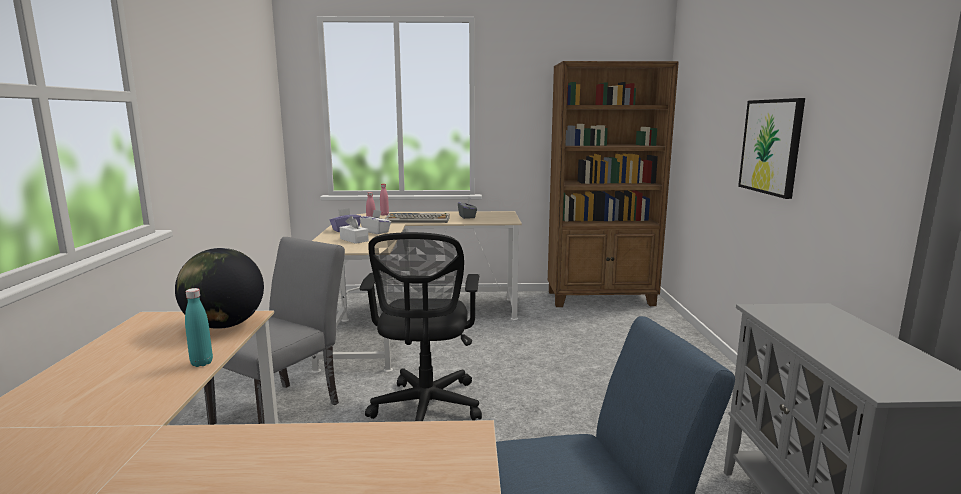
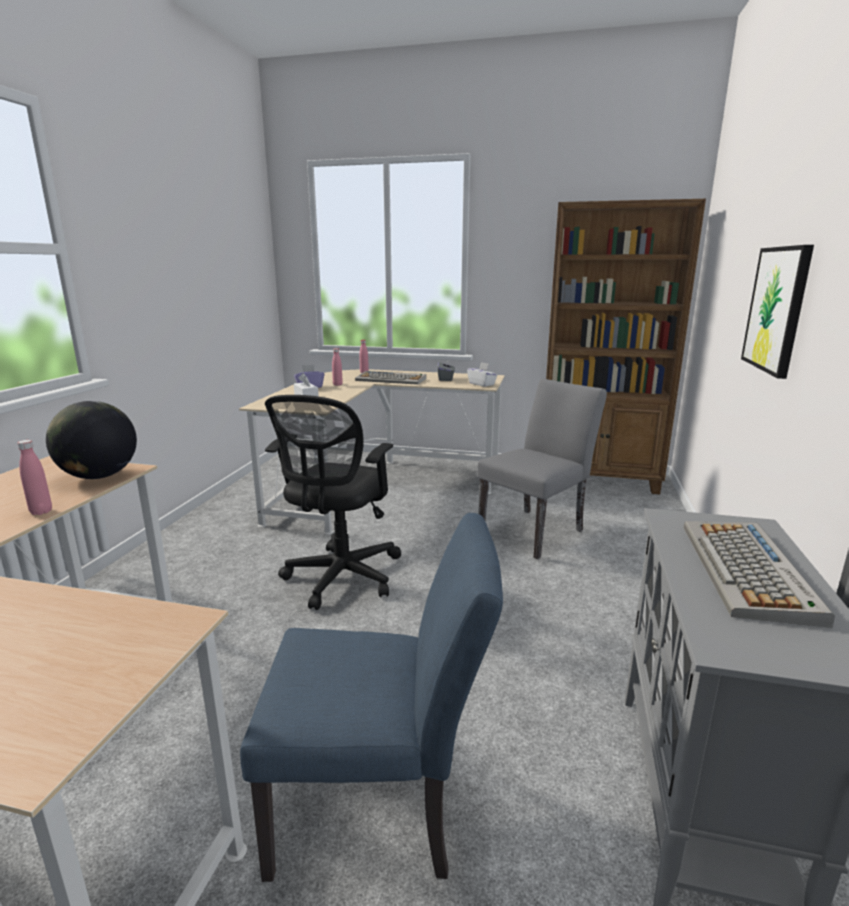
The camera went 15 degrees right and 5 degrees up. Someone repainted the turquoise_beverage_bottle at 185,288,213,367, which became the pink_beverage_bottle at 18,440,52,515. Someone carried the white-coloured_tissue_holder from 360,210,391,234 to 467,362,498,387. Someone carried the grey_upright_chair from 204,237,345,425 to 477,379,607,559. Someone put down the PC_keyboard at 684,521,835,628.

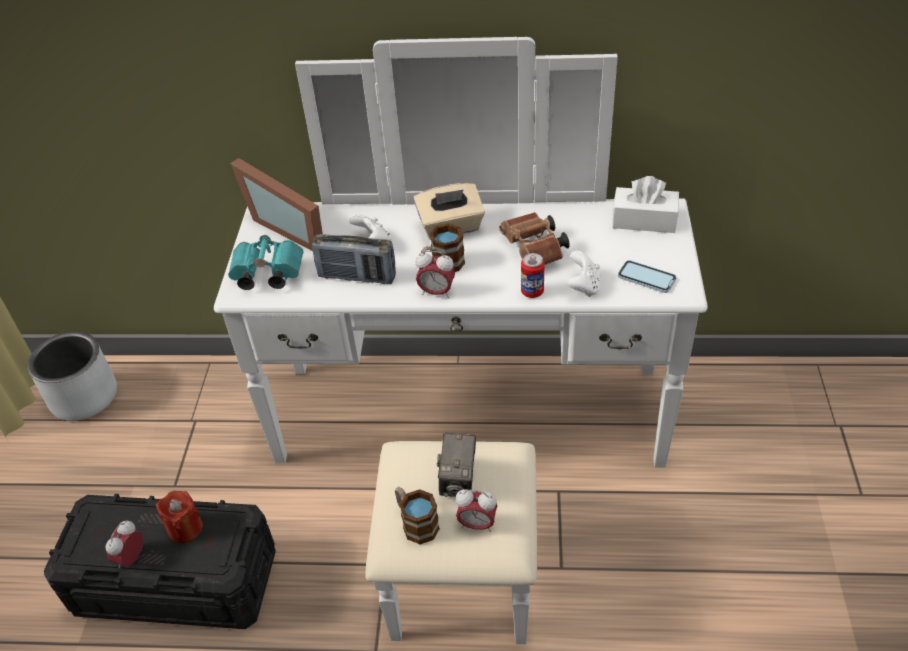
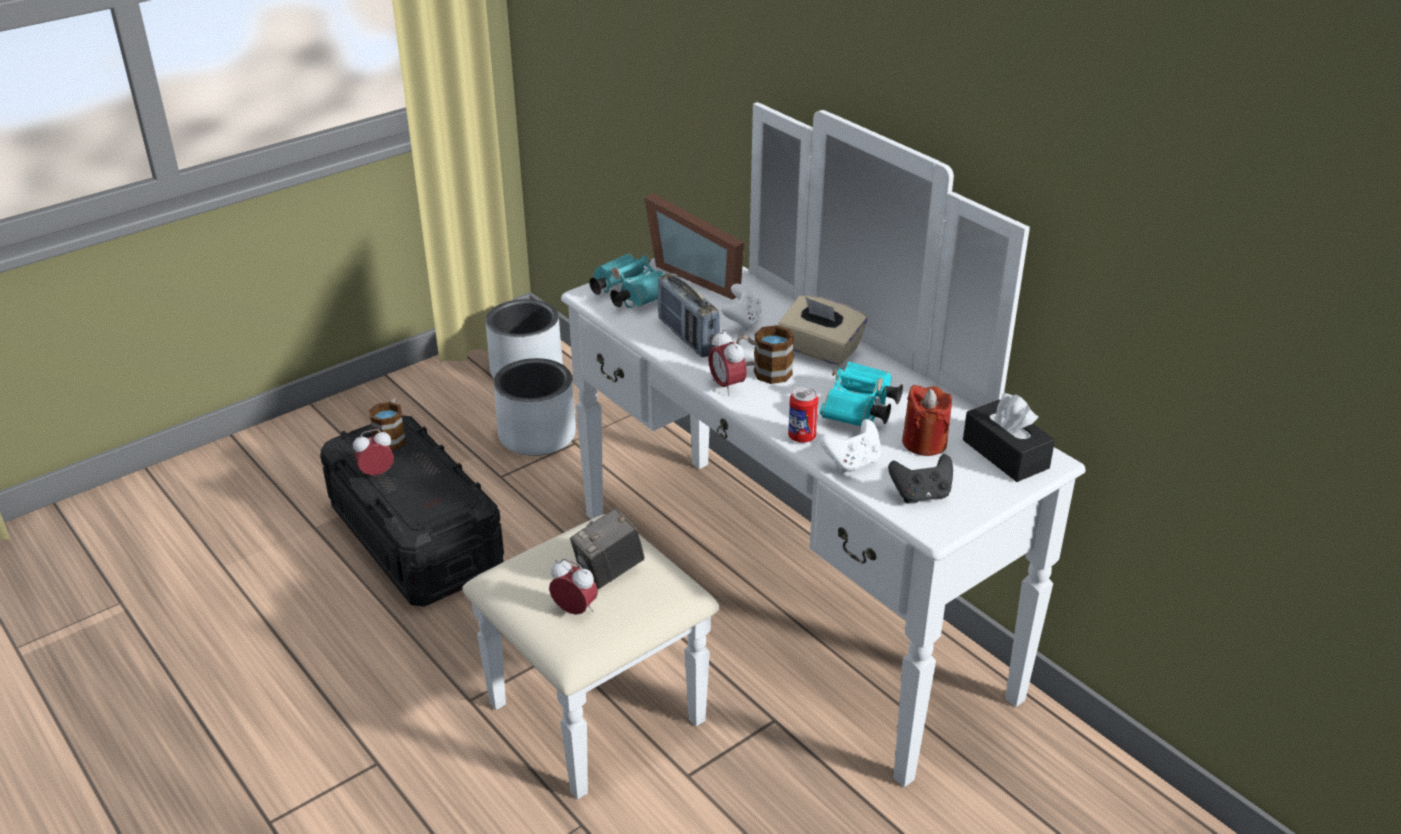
The camera went 45 degrees right and 10 degrees down. Someone carried the tea_mug from 395,487,440,544 to 369,398,406,450. Someone put down the grey_planter at 493,358,576,456. Someone rotated the table_clock at 456,489,497,532 by 150 degrees clockwise. Someone rotated the standing_frame at 230,158,323,251 by 45 degrees counterclockwise. Someone repainted the brownish_binoculars at 499,212,570,265, which became the turquoise_binoculars at 820,361,903,426. Someone swapped the handset at 618,260,676,293 for the blackish_joypad at 888,454,953,503. Someone carried the red_candle from 156,491,203,543 to 902,385,952,456. Someone repainted the white-coloured_tissue_holder at 612,176,679,233, which became the blackish_tissue_holder at 963,393,1055,482.

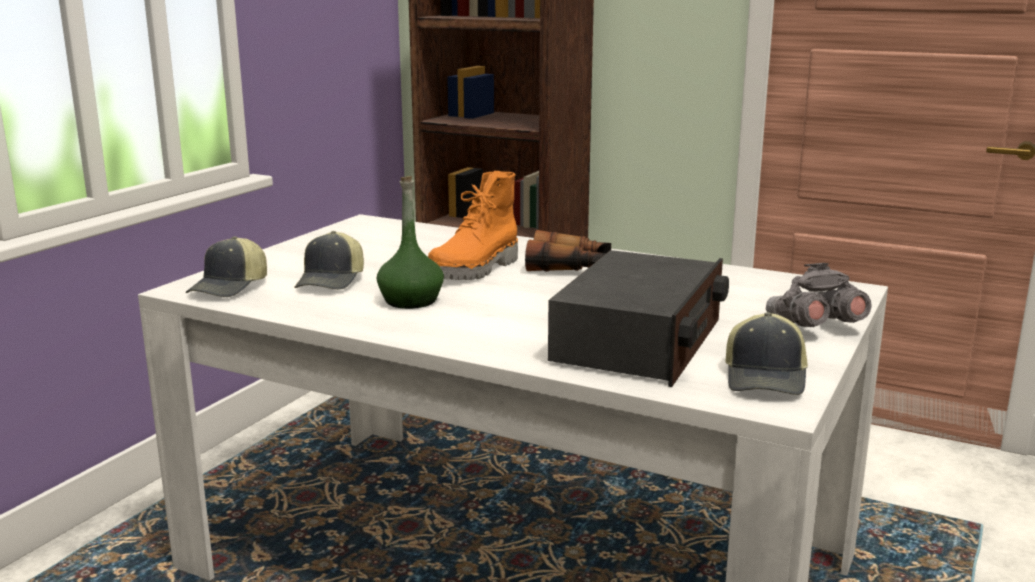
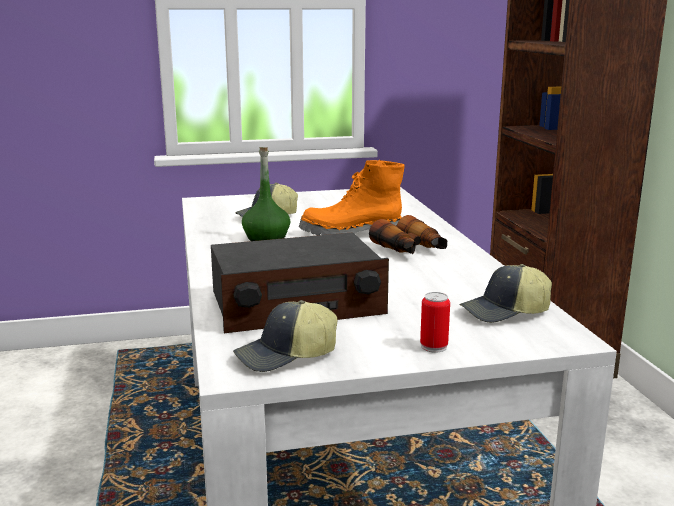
The camera went 50 degrees right and 0 degrees up. Someone swapped the grey_binoculars at 766,263,871,327 for the metal_can at 420,292,450,353. Someone carried the cap from 186,236,267,297 to 459,264,552,323.

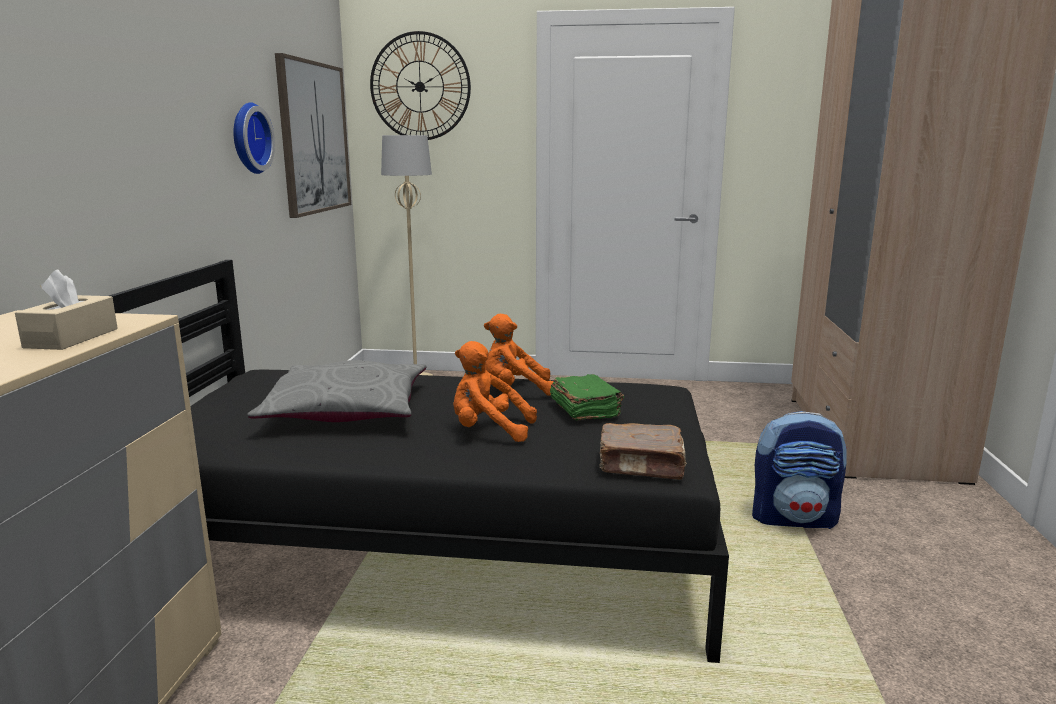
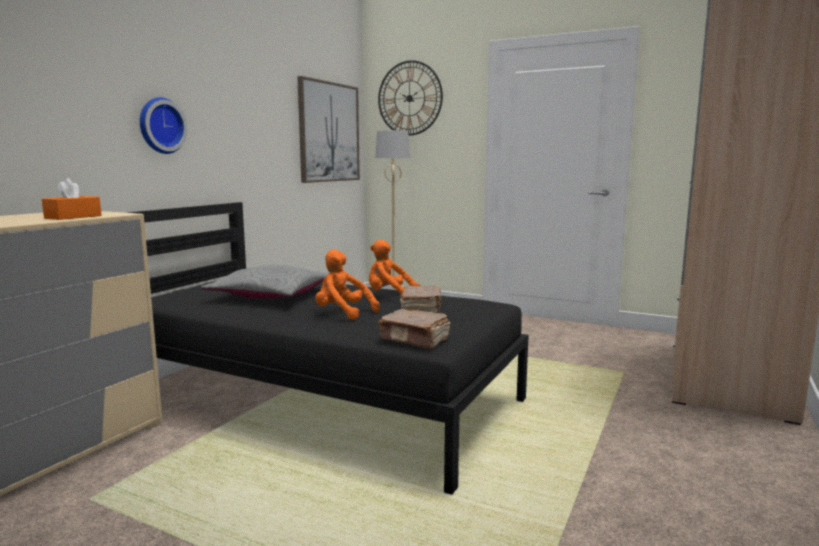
The camera went 20 degrees right and 5 degrees down. Someone repainted the beige-coloured_tissue_holder at 15,270,118,350, which became the orangey_tissue_holder at 42,178,102,220. Someone carried the clock_on_the_wall from 233,102,275,174 to 140,97,188,154. Someone repainted the green_book at 550,374,624,420, which became the brownish_book at 400,285,442,313. Someone took away the backpack at 752,411,847,529.

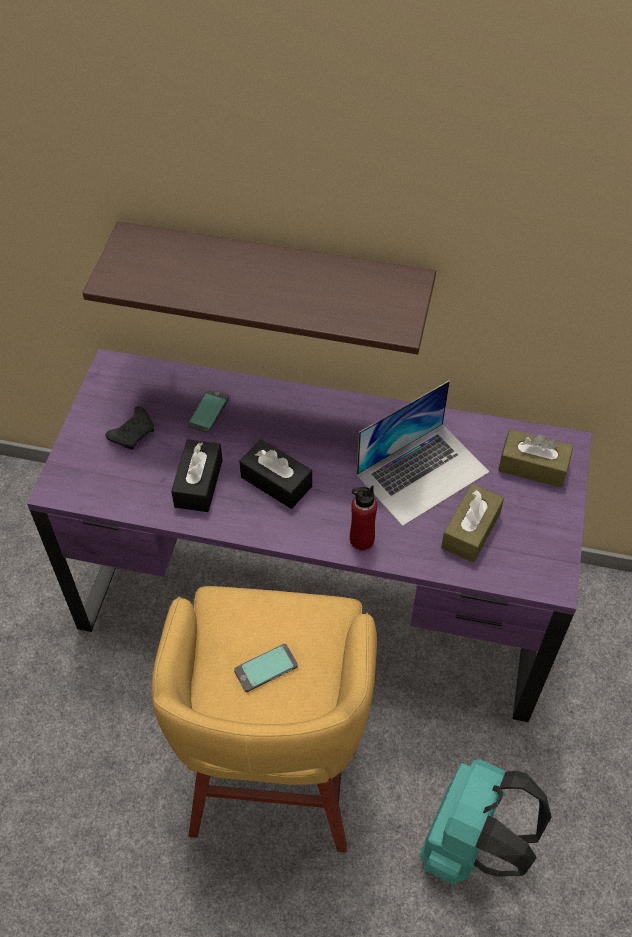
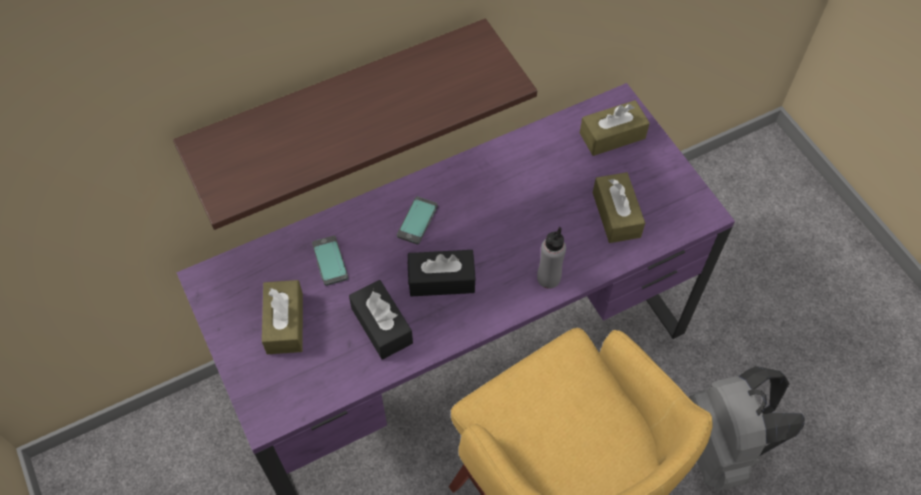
The camera went 40 degrees left and 5 degrees up. Someone swapped the blackish_joypad at 106,406,154,450 for the brownish_tissue_holder at 262,280,303,354. Someone carried the handset from 234,644,298,692 to 397,196,438,244. Someone repainted the red_beverage_bottle at 350,486,377,550, which became the grey_beverage_bottle at 537,227,566,289. Someone repainted the turquoise_backpack at 420,759,551,885, which became the grey_backpack at 689,366,805,491. Someone took away the laptop at 356,381,490,526.

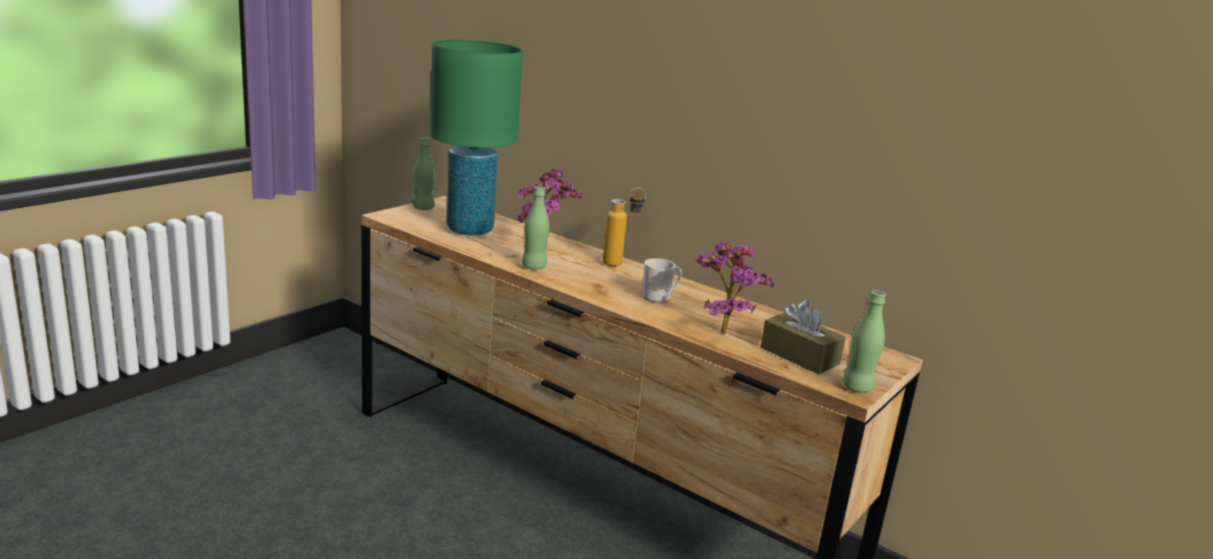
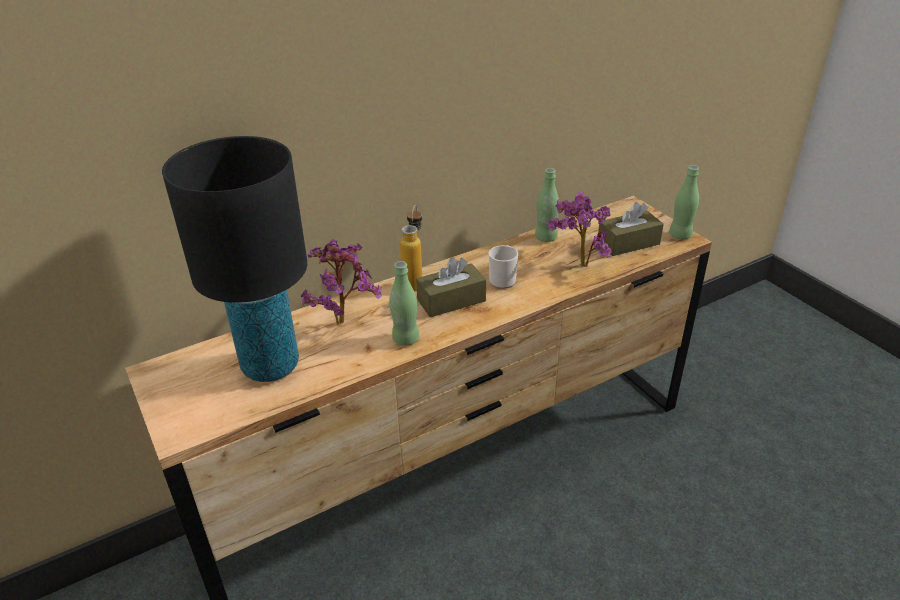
The camera went 65 degrees left and 15 degrees up. Someone repainted the green_table_lamp at 430,39,523,235, which became the blackish_table_lamp at 162,136,307,382. Someone put down the brownish_tissue_holder at 416,257,486,317. Someone carried the green_beverage_bottle from 413,137,435,210 to 535,168,559,242.

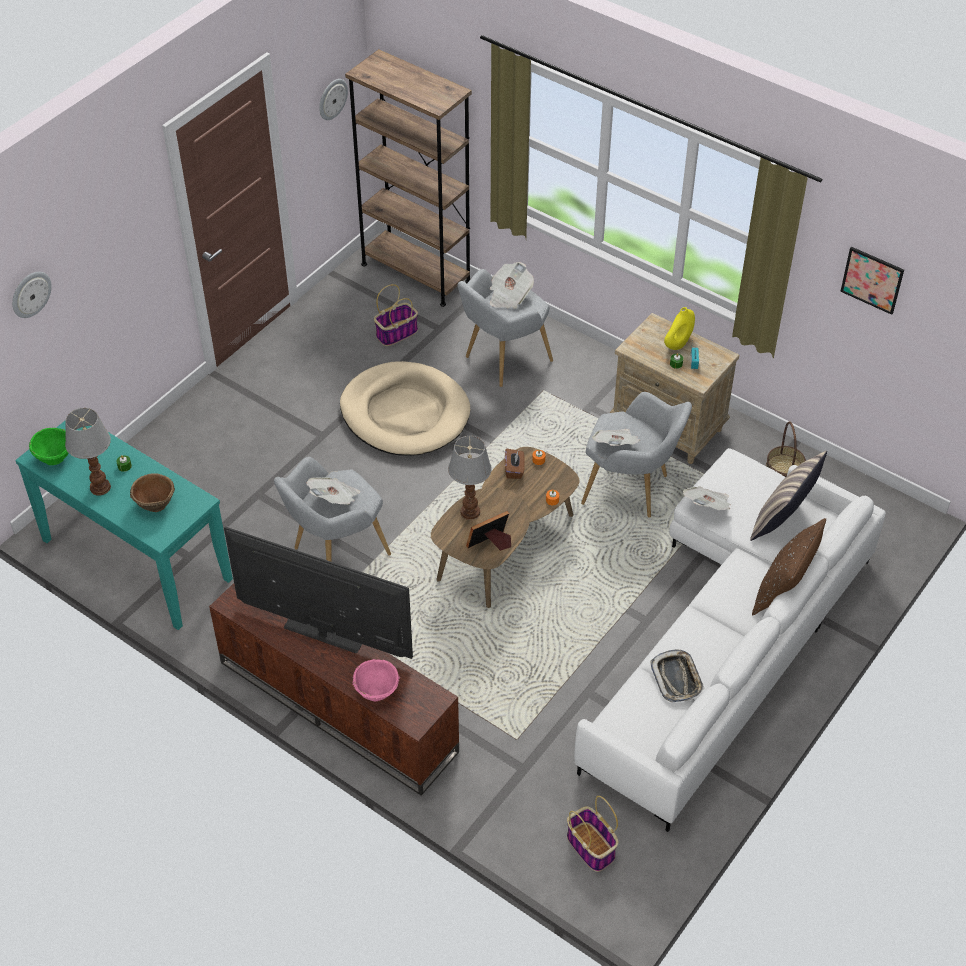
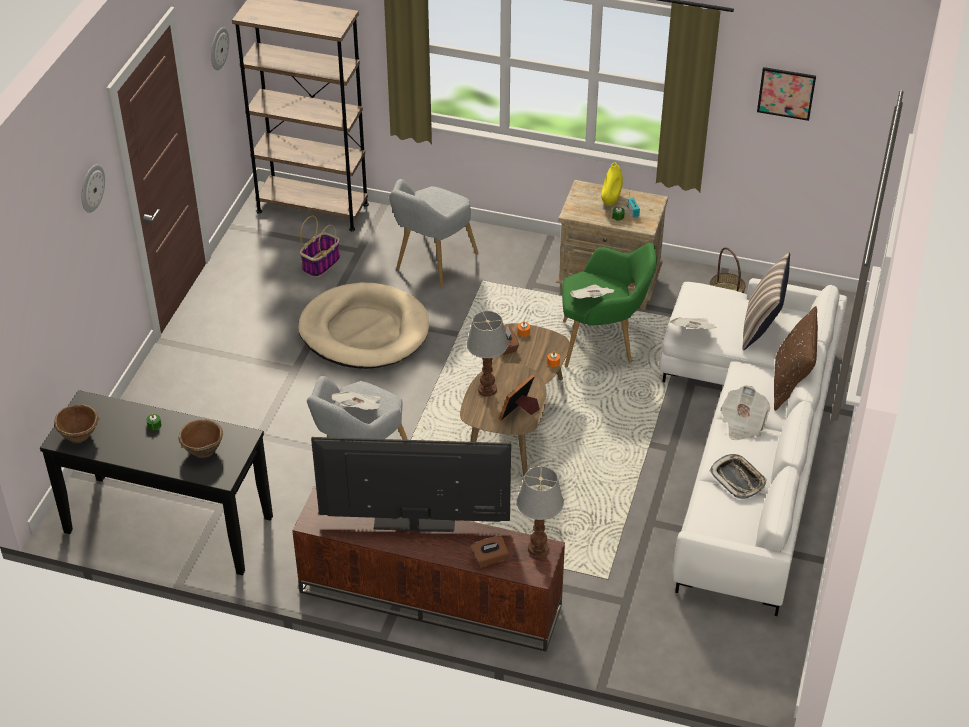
The camera went 20 degrees left and 5 degrees down. Someone repainted the turquoise_narrow_table at 15,421,233,630, which became the blackish_narrow_table at 40,390,273,575. Someone repainted the green_serving_bowl at 29,428,69,465, which became the brownish_serving_bowl at 54,404,99,443. Someone carried the clock_on_the_wall from 12,272,52,318 to 81,164,105,213. Someone swapped the pink_serving_bowl at 352,659,400,701 for the brownish_tissue_holder at 471,536,509,567. Someone carried the table_lamp from 65,408,111,495 to 517,466,564,557. Someone repainted the grey_armchair at 581,392,692,518, which became the green_armchair at 562,243,657,368. Someone carried the daily_paper from 490,262,534,309 to 721,385,770,440. Someone took away the storage_basket at 567,796,618,872.

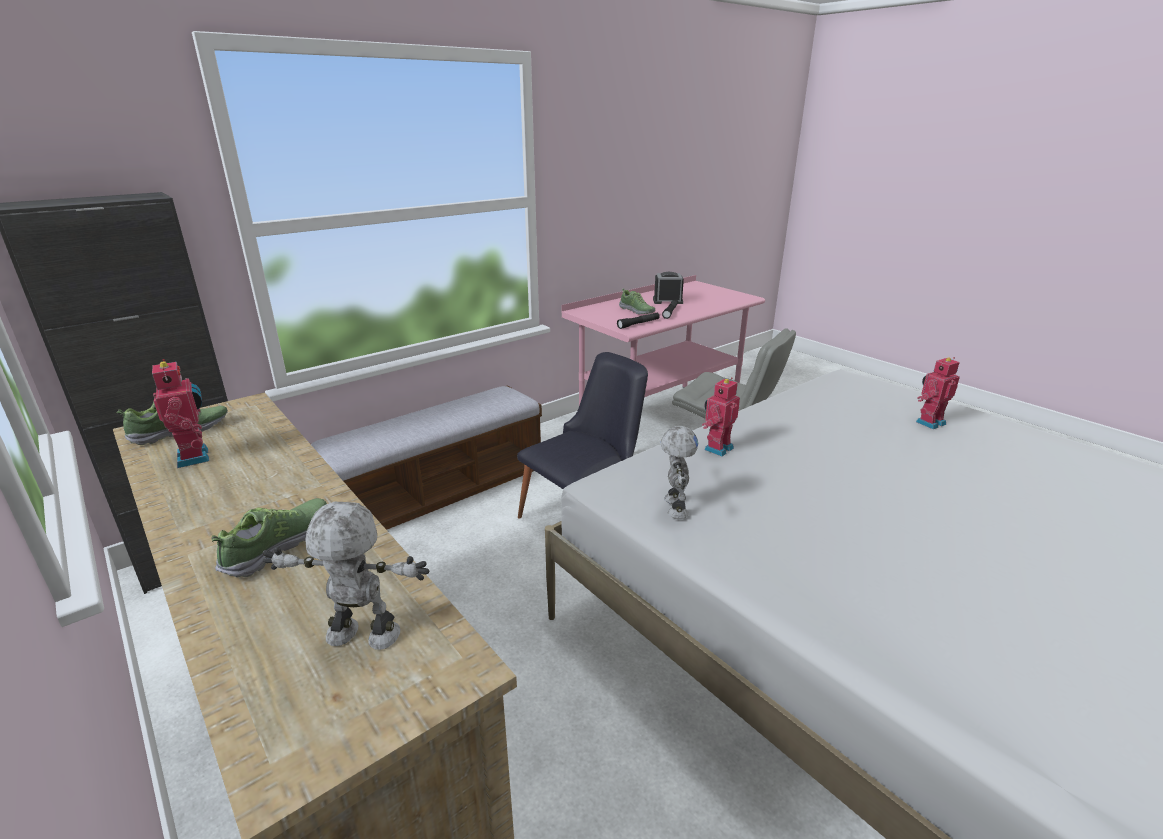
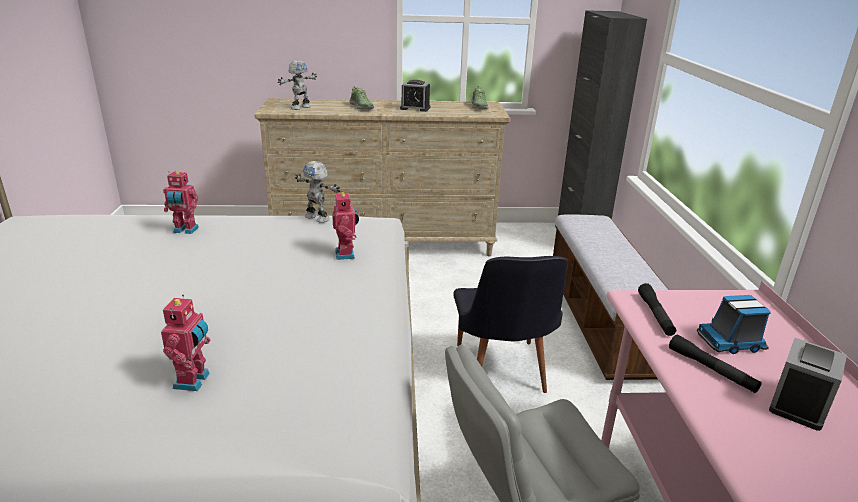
The camera went 125 degrees right and 0 degrees up. Someone carried the model_robot from 152,359,209,468 to 163,171,199,234. Someone put down the table_clock at 400,80,431,112. Someone swapped the shoe at 619,289,655,314 for the toy_lorry at 697,295,771,354.

